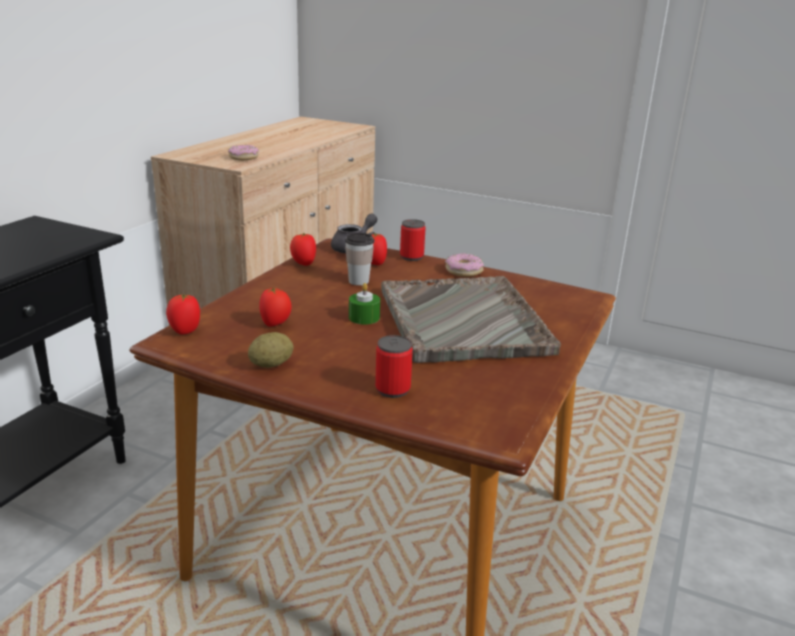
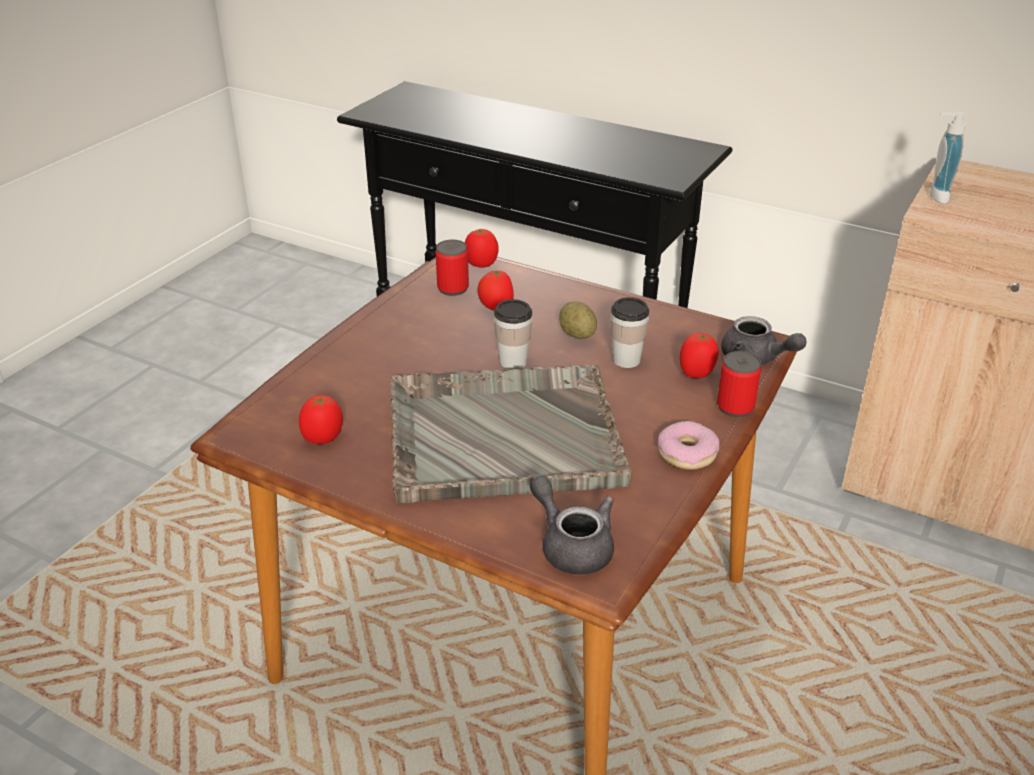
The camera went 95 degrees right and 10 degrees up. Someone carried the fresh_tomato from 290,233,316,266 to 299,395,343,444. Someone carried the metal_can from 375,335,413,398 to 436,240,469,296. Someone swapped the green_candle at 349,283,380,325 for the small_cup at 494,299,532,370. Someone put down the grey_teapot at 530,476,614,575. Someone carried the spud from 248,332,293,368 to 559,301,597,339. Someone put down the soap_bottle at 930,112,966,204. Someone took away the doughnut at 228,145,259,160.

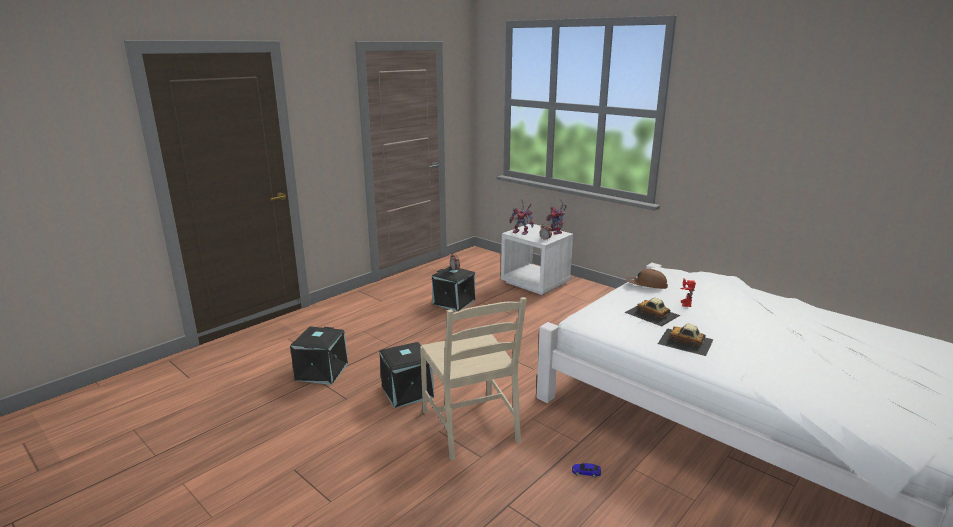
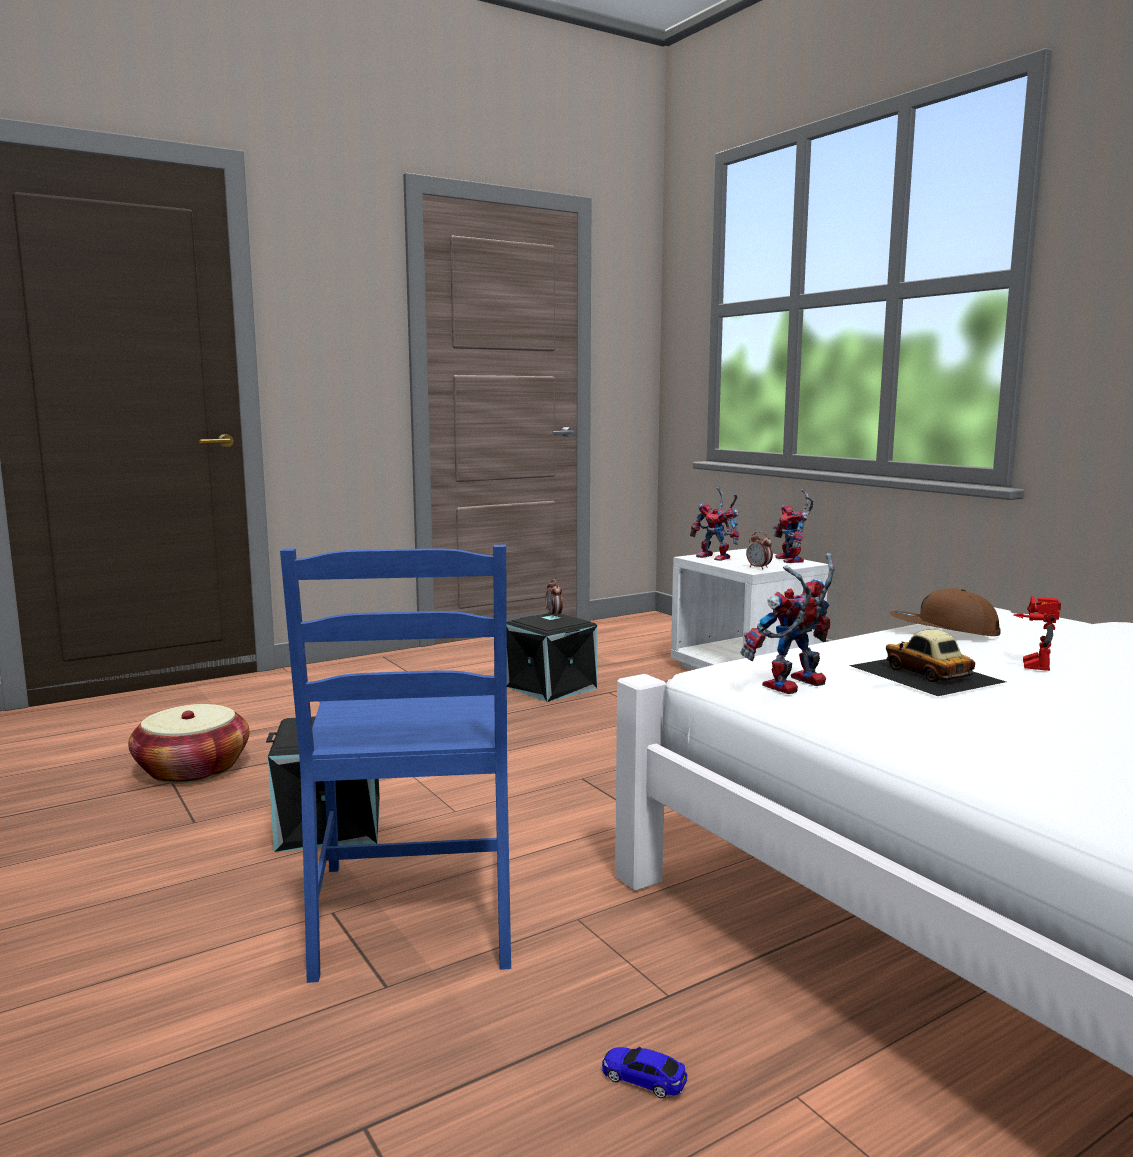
The camera went 15 degrees right and 10 degrees down. Someone swapped the blackish_storage_bin at 290,326,348,385 for the storage_basket at 128,704,249,784. Someone repainted the beige-coloured_upright_chair at 420,297,527,461, which became the blue_upright_chair at 280,545,511,983. Someone put down the model_robot at 741,553,835,694. Someone took away the toy_car at 658,324,714,356.

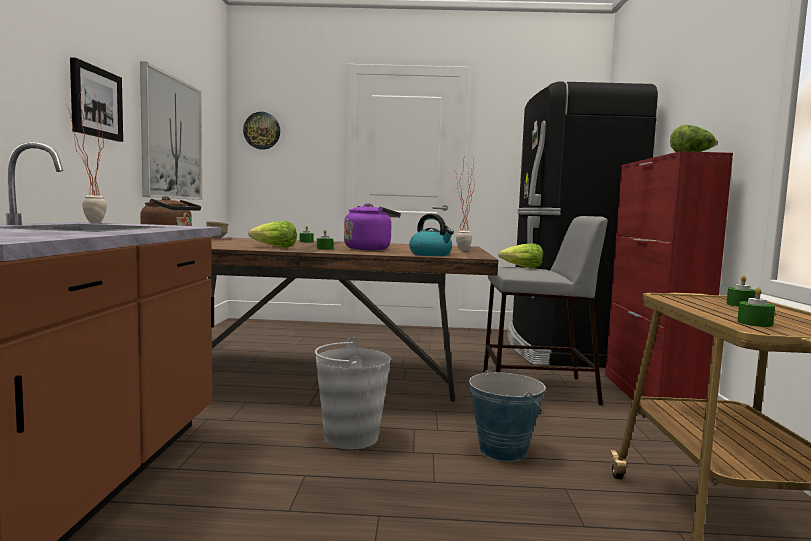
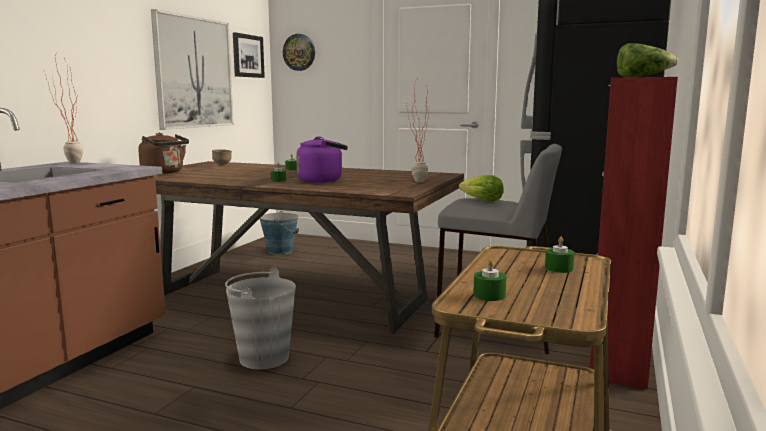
The camera went 20 degrees right and 5 degrees up. Someone carried the wall_picture from 70,57,123,142 to 233,32,265,78. Someone carried the pail from 469,370,545,462 to 260,211,299,255. Someone took away the head_of_lettuce at 248,221,297,248. Someone took away the kettle at 409,214,454,256.

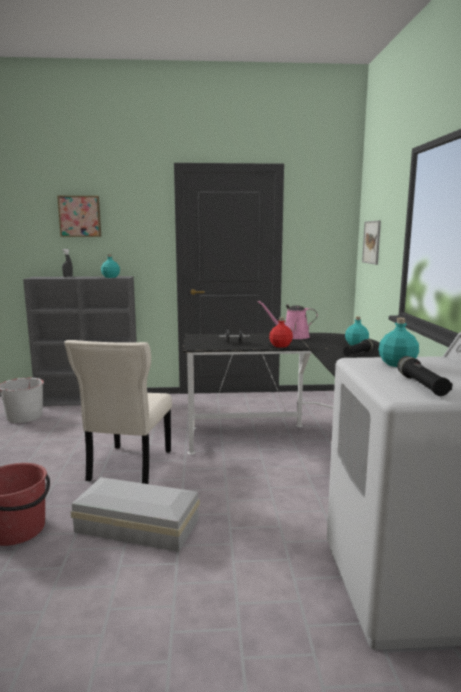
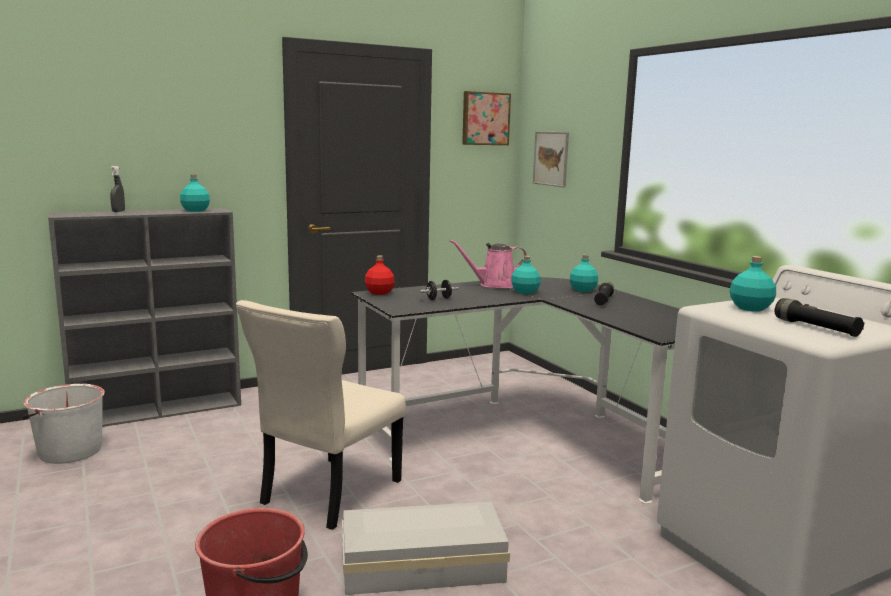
The camera went 25 degrees left and 0 degrees up. Someone rotated the beige-coloured_upright_chair at 64,340,172,484 by 45 degrees clockwise. Someone carried the red_beverage_bottle from 269,317,293,348 to 365,255,395,295. Someone carried the wall_picture from 57,196,101,237 to 462,91,511,145. Someone put down the turquoise_beverage_bottle at 511,256,541,294.

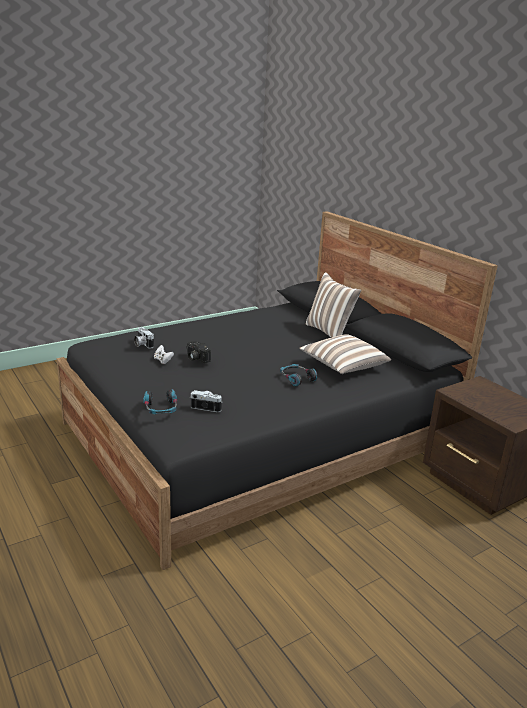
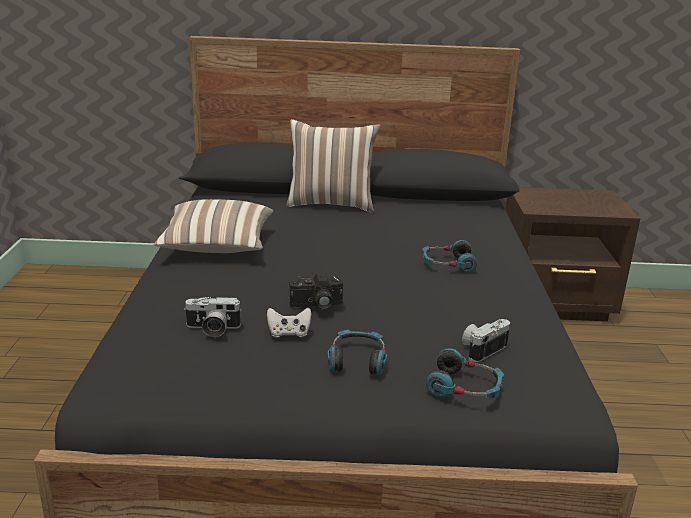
The camera went 55 degrees left and 0 degrees up. Someone carried the pillow from 299,334,391,374 to 154,199,274,253. Someone put down the headphones at 327,330,387,376.

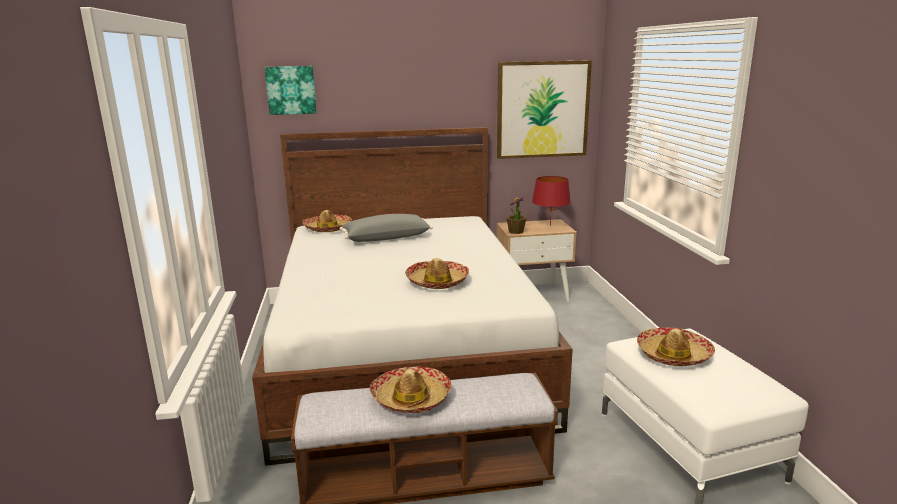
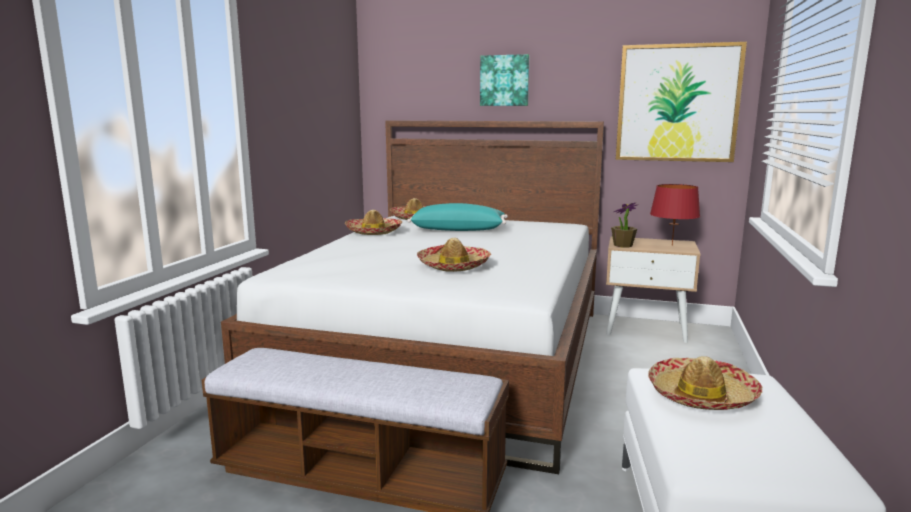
The camera went 25 degrees right and 5 degrees down. Someone carried the clothing_hat from 370,366,452,413 to 345,210,402,235. Someone repainted the grey_pillow at 340,214,433,242, which became the turquoise_pillow at 407,203,508,231. Someone carried the wall_picture from 265,66,317,115 to 480,54,530,106.

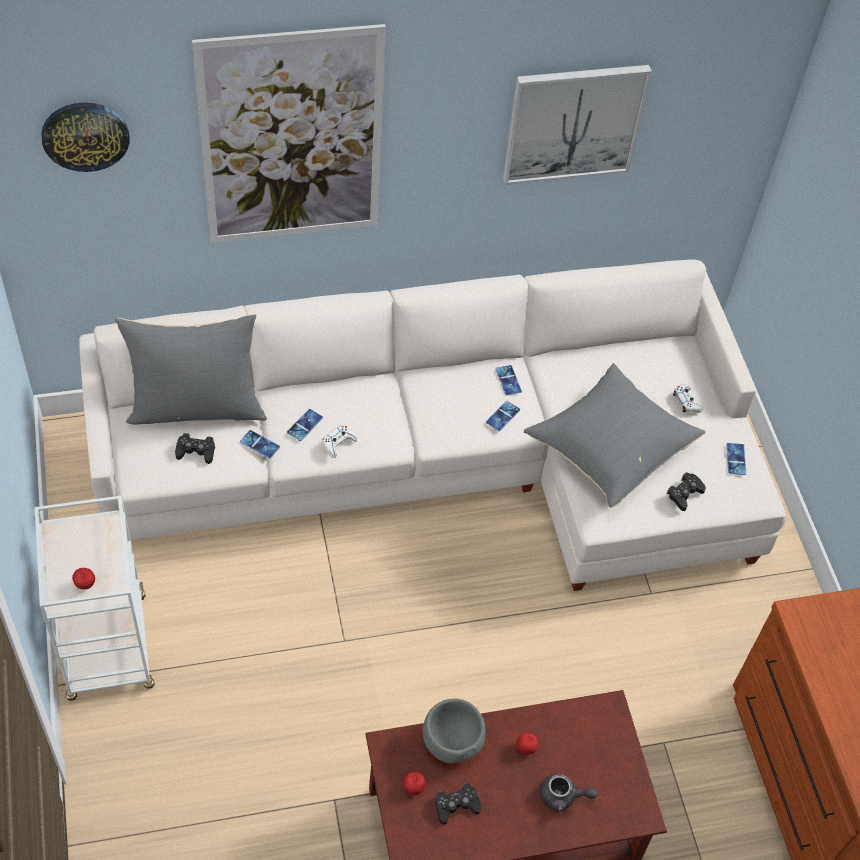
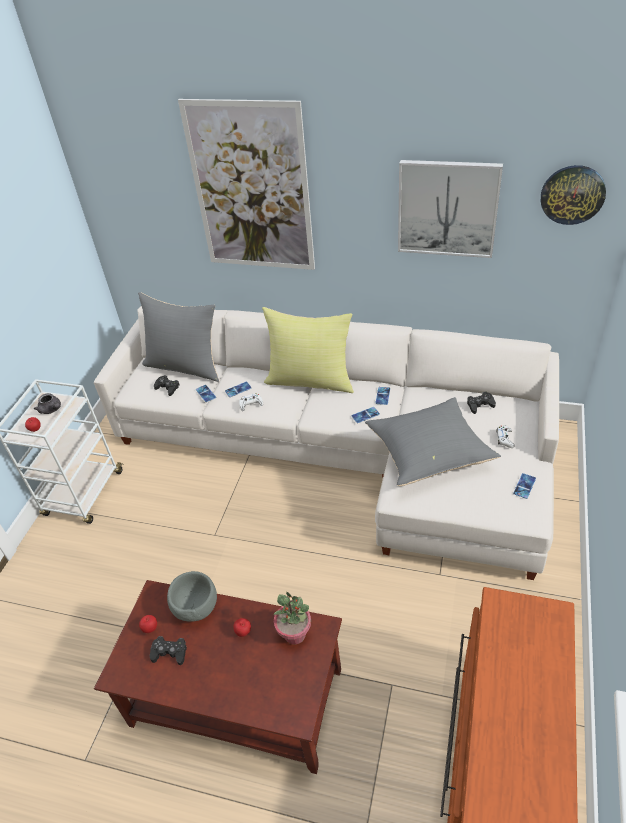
The camera went 35 degrees right and 10 degrees down. Someone carried the grey_teapot from 540,774,598,813 to 34,393,61,414. Someone put down the yellowish_pillow at 262,307,354,393. Someone put down the plant_in_a_pot at 274,592,311,644. Someone carried the blackish_joypad from 667,472,706,511 to 467,392,496,414. Someone carried the clock_on_the_wall from 41,102,129,172 to 541,165,606,225.

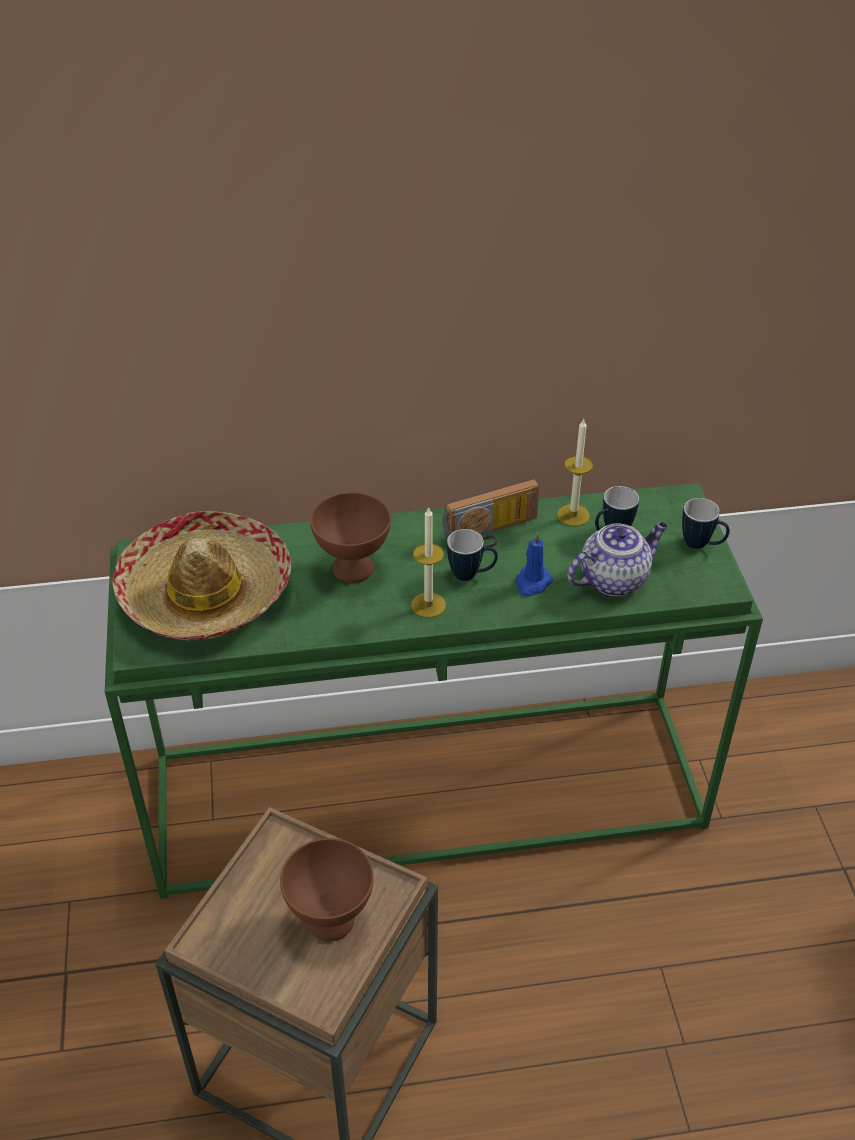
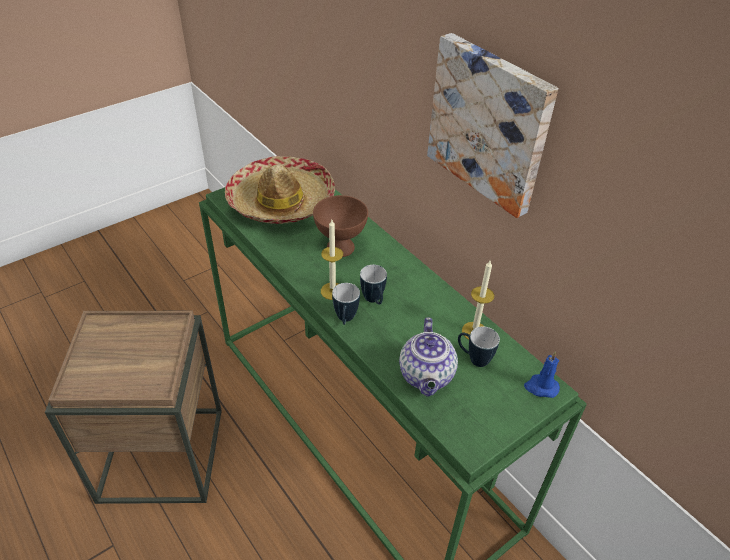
The camera went 60 degrees right and 0 degrees up. Someone carried the tea_mug from 682,498,730,549 to 332,283,360,325. Someone rotated the teapot at 567,522,668,596 by 60 degrees clockwise. Someone put up the wall_picture at 427,33,558,218. Someone carried the blue_candle from 515,532,553,597 to 524,351,560,398. Someone took away the brownish_serving_bowl at 280,838,374,941. Someone took away the radio_set at 442,479,539,547.

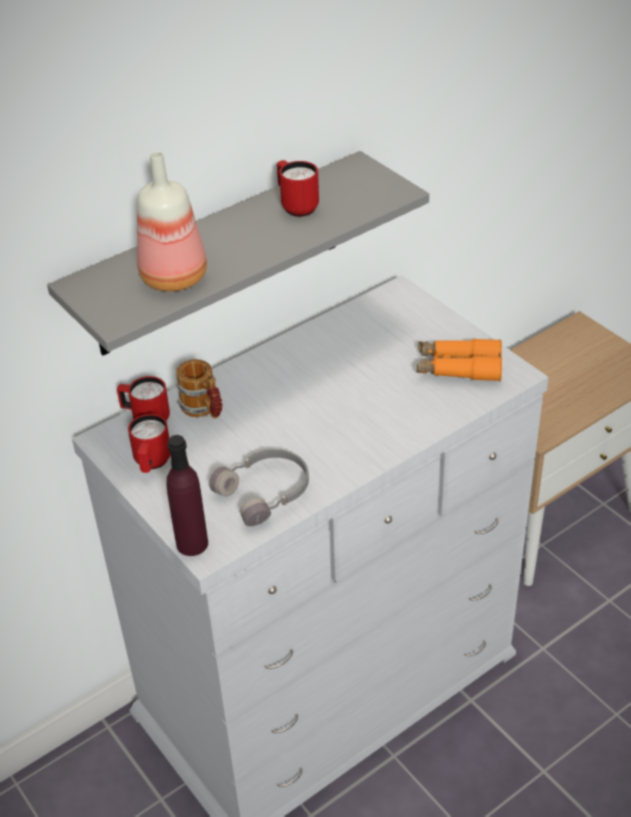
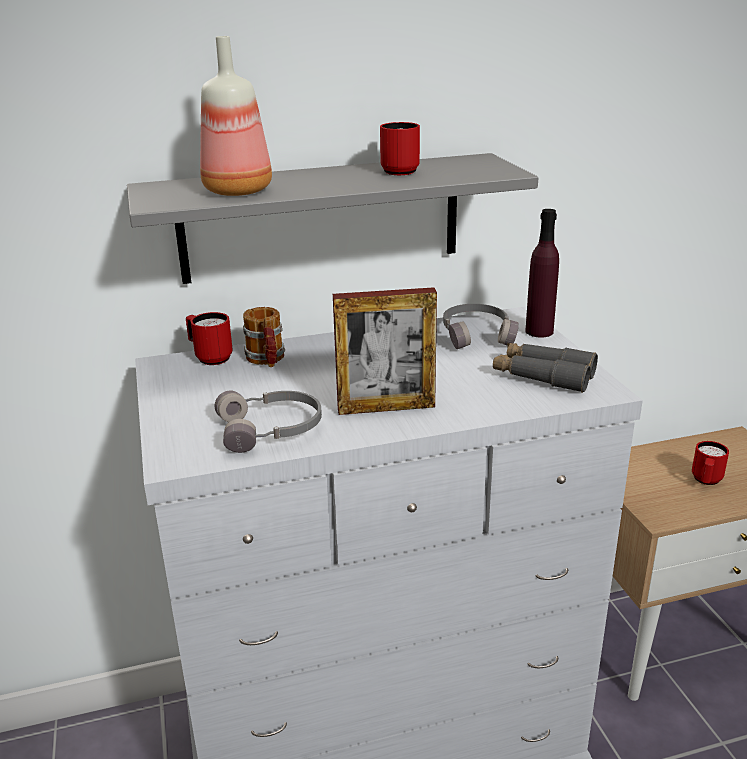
The camera went 20 degrees right and 15 degrees down. Someone put down the standing_frame at 333,287,437,415. Someone put down the grey_headphones at 443,304,519,349. Someone repainted the orangey_binoculars at 417,339,502,381, which became the grey_binoculars at 493,343,598,393. Someone carried the purplish_beverage_bottle from 166,435,208,556 to 526,209,559,337. Someone carried the red_tea_mug from 128,414,170,473 to 692,441,729,485.

